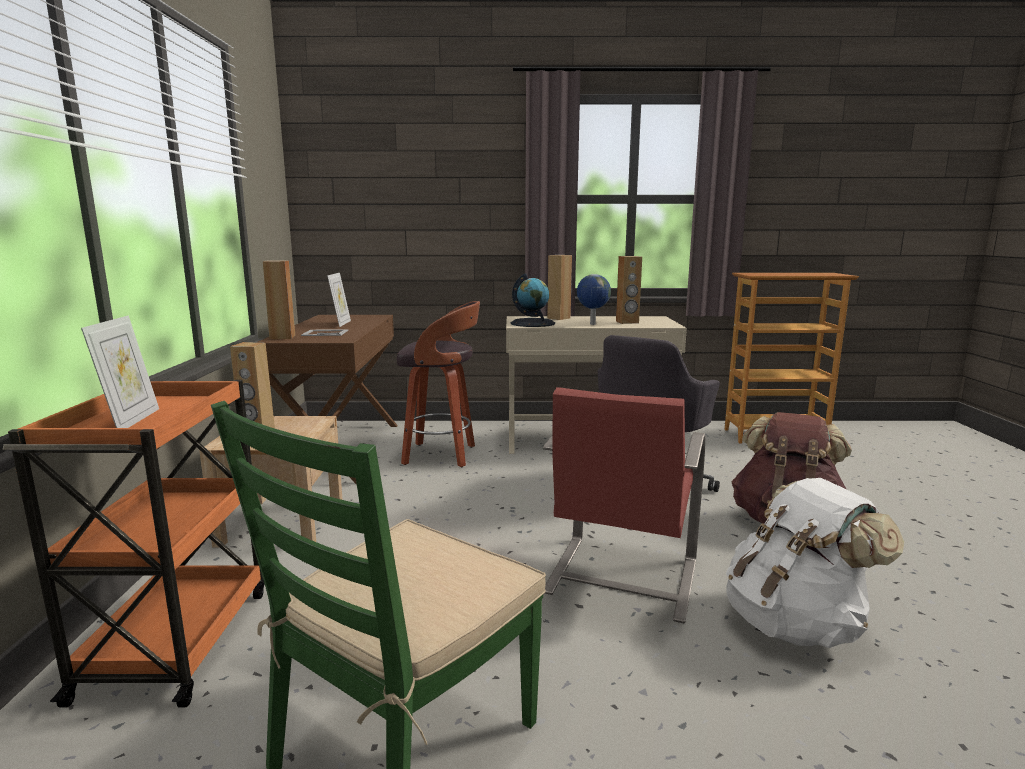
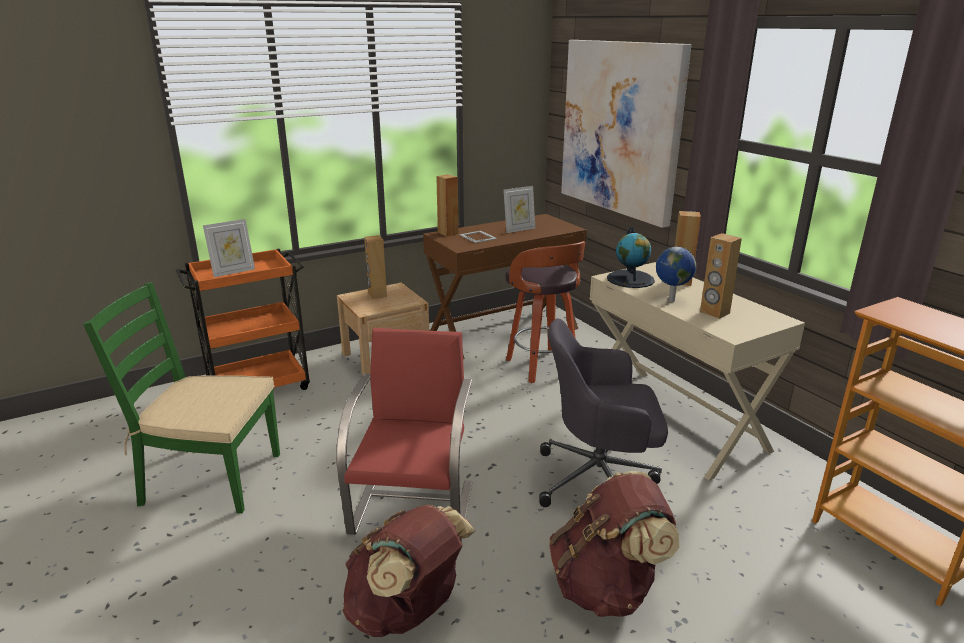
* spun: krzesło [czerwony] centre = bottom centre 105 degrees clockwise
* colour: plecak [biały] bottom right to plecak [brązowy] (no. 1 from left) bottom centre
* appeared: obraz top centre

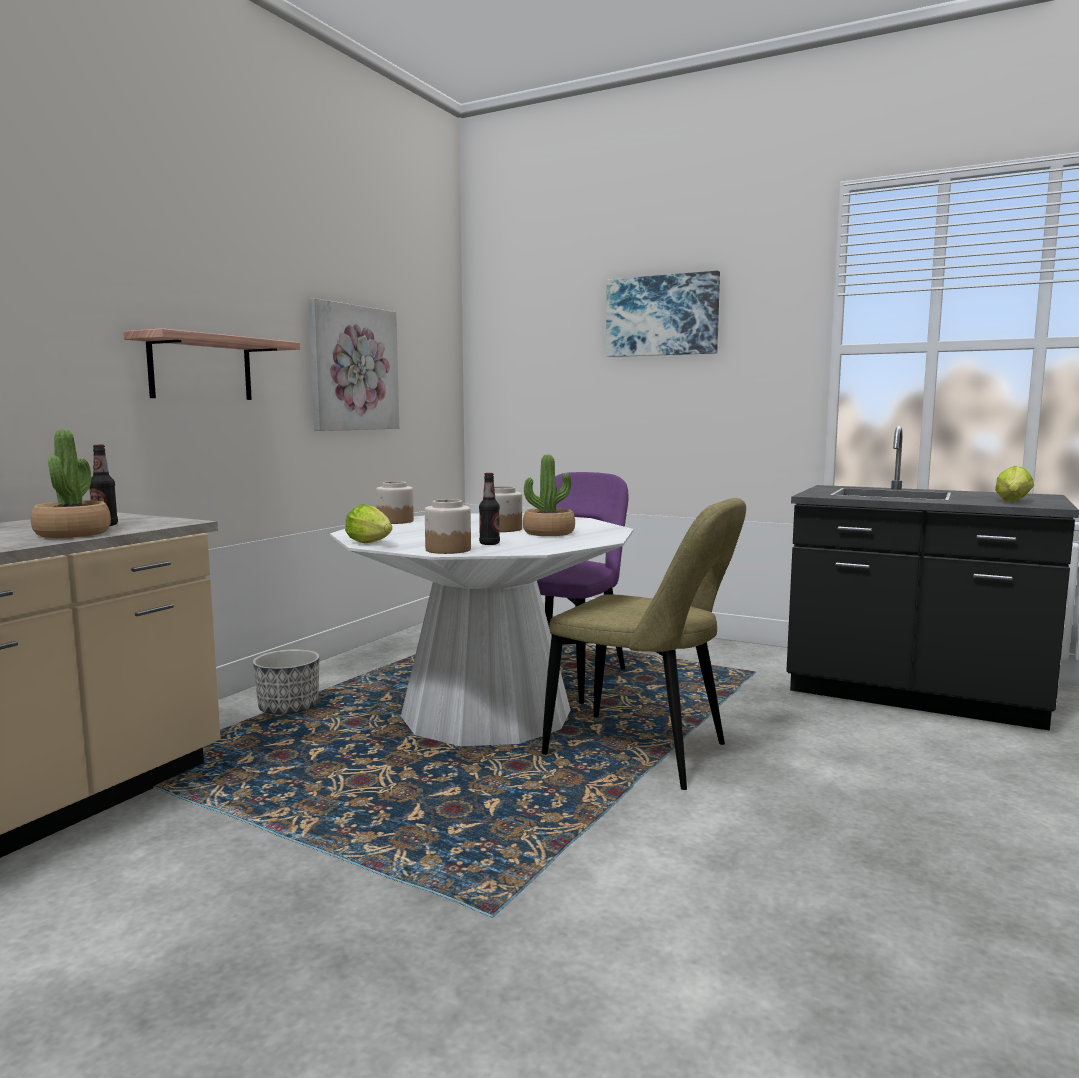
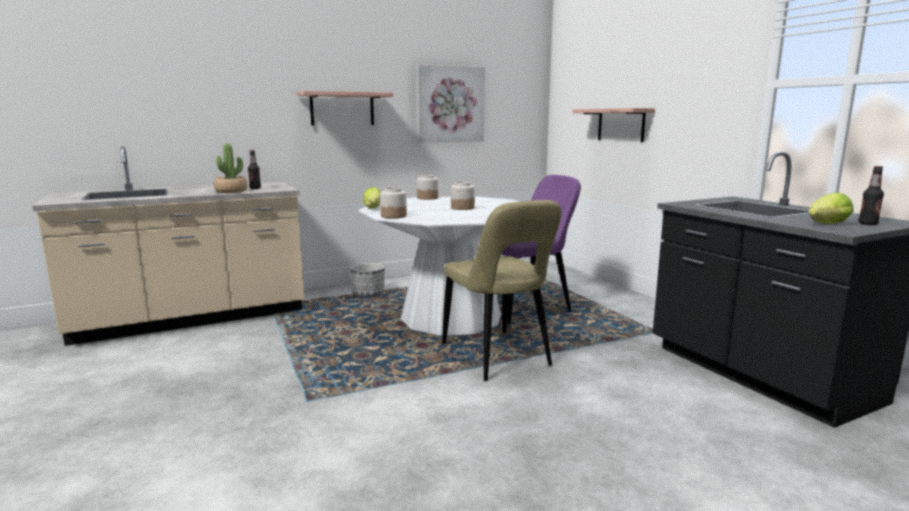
* appeared: półka (no. 2 from left) top right
* relocated: butelka (no. 2 from left) centre to middle right
* missing: roślina doniczkowa (no. 2 from left) centre
* missing: obraz (no. 2 from left) top centre

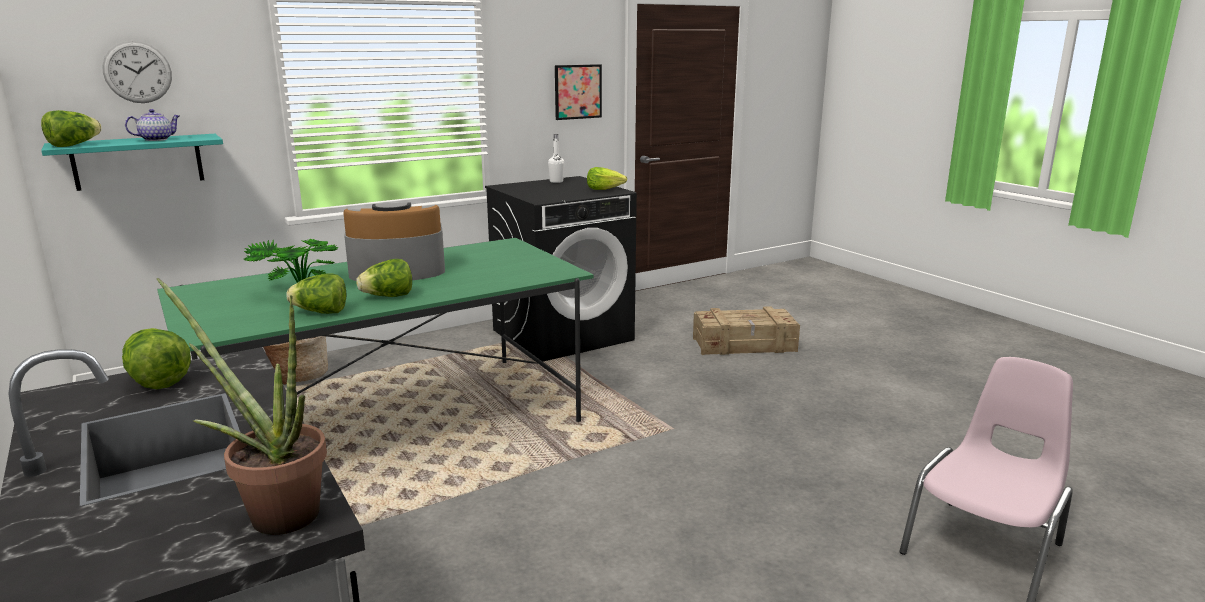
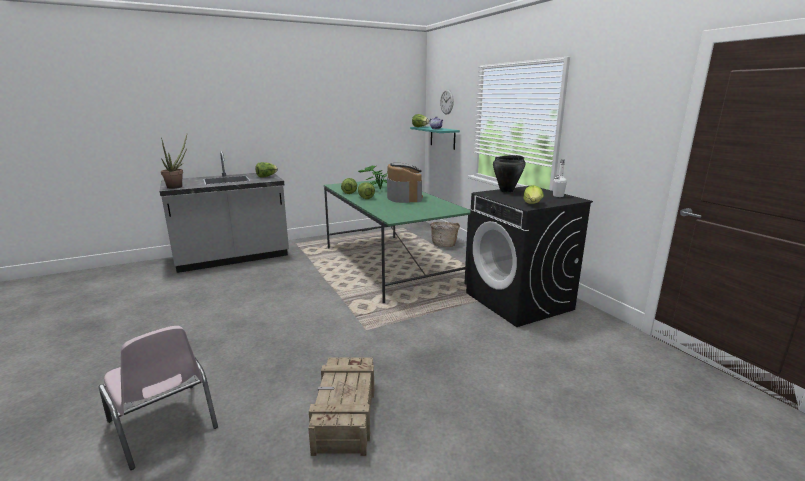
* relocated: skrzynka centre to bottom centre
* appeared: garnek [czarny] centre
* missing: obraz top centre

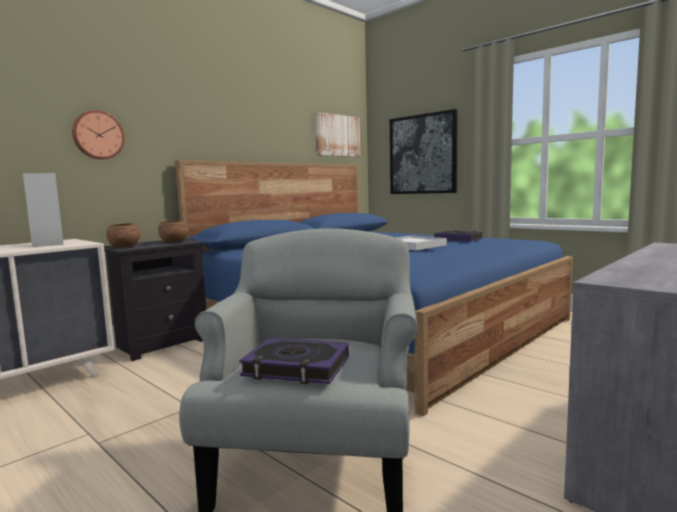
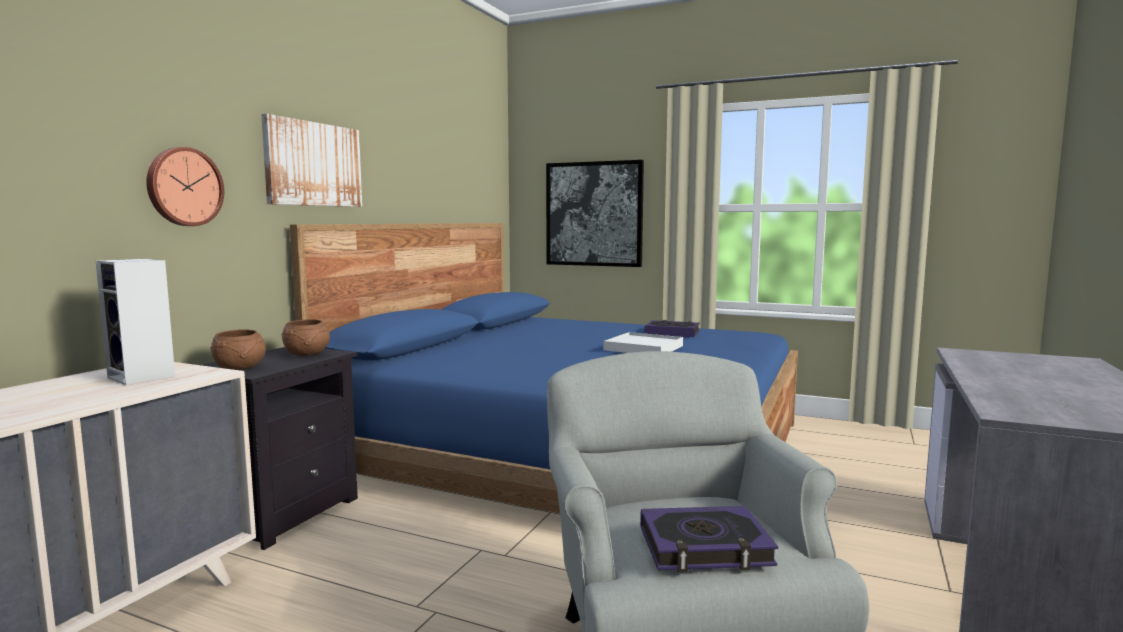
* relocated: obraz (no. 1 from left) top centre to top left

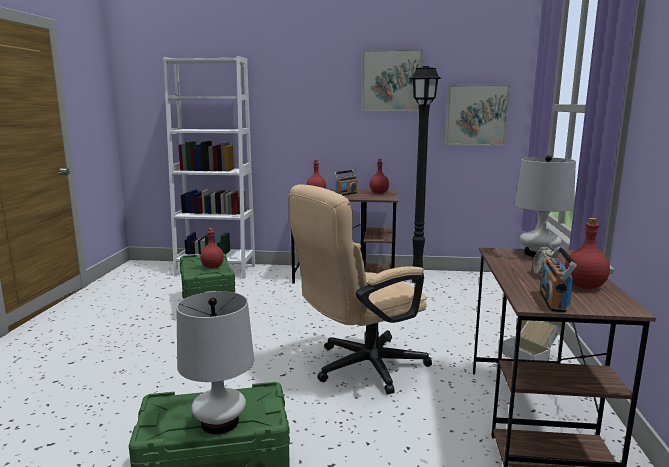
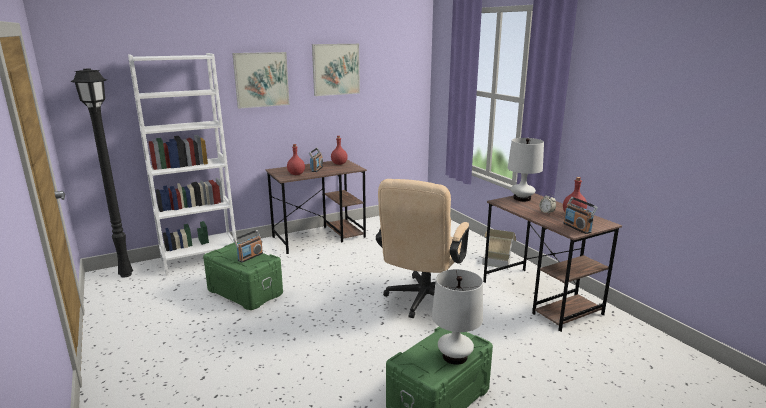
* relocated: lampa stojąca [czarny] centre to middle left
* relocated: obraz (no. 2 from left in the first image) top right to obraz (no. 1 from left) top centre
* exchanged: butelka [czerwony] (no. 1 from left) middle left to radio (no. 1 from left) middle left

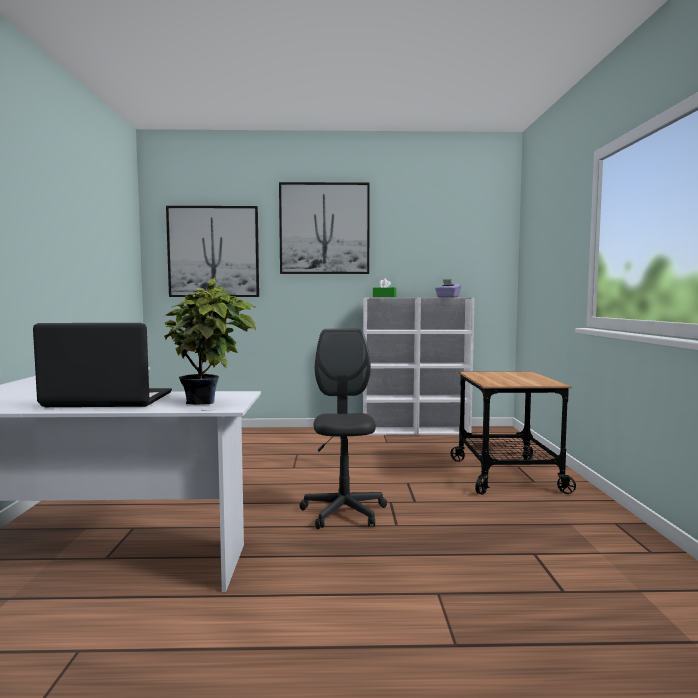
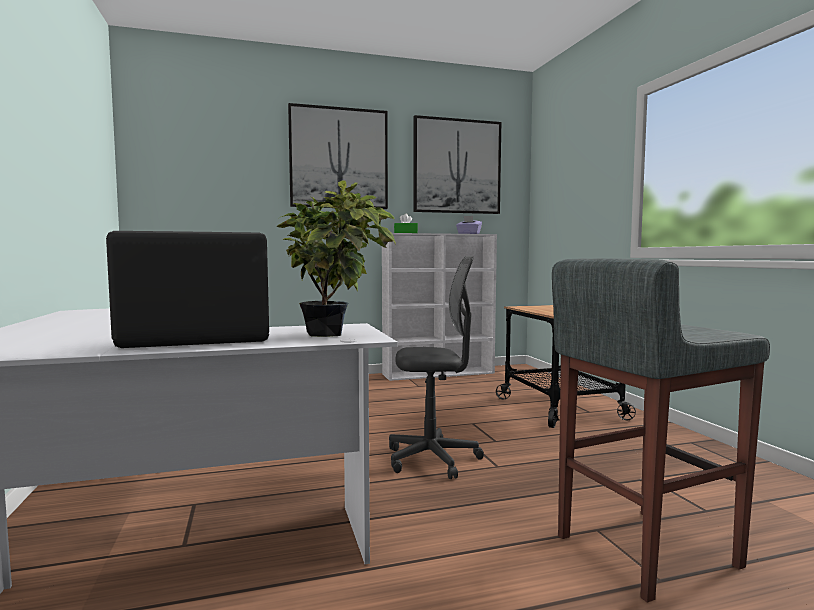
* spun: krzesło biurowe [szary] centre = centre 105 degrees clockwise
* relocated: obraz (no. 1 from left in the first image) middle left to obraz (no. 2 from left) top centre
* appeared: stołek [szary] bottom right

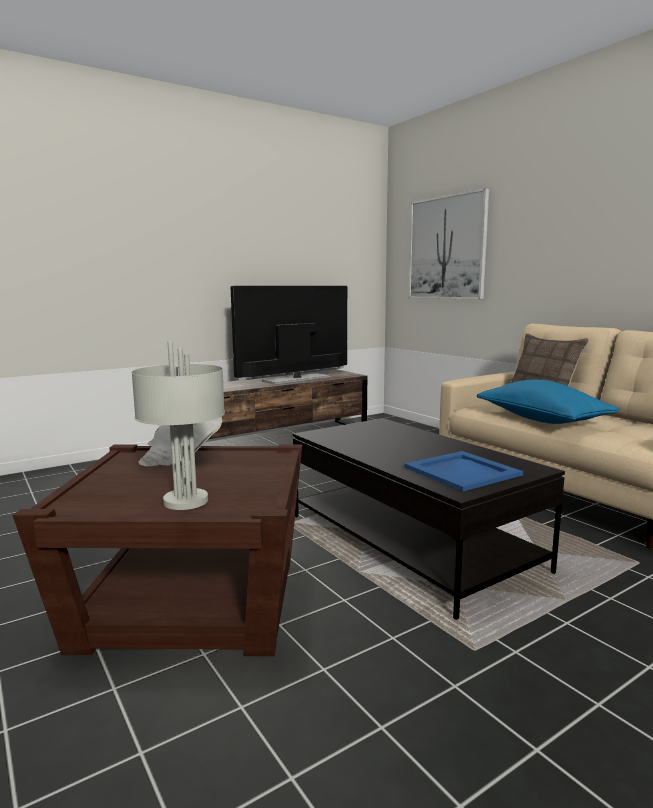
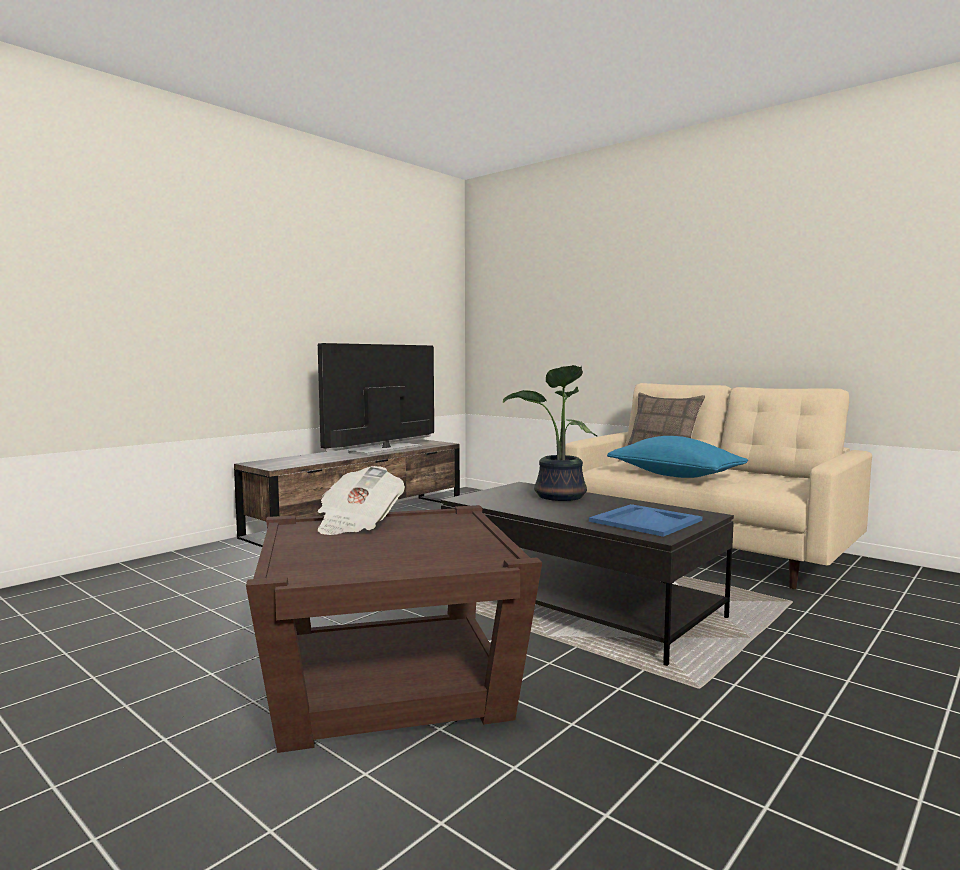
* appeared: roślina doniczkowa centre
* missing: lampa stołowa [szary] middle left
* missing: obraz top right

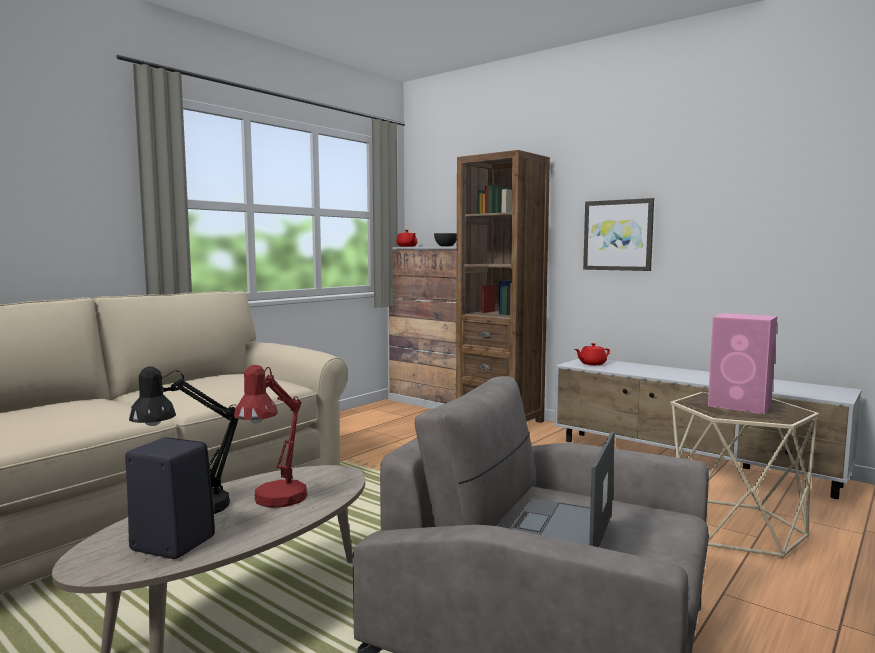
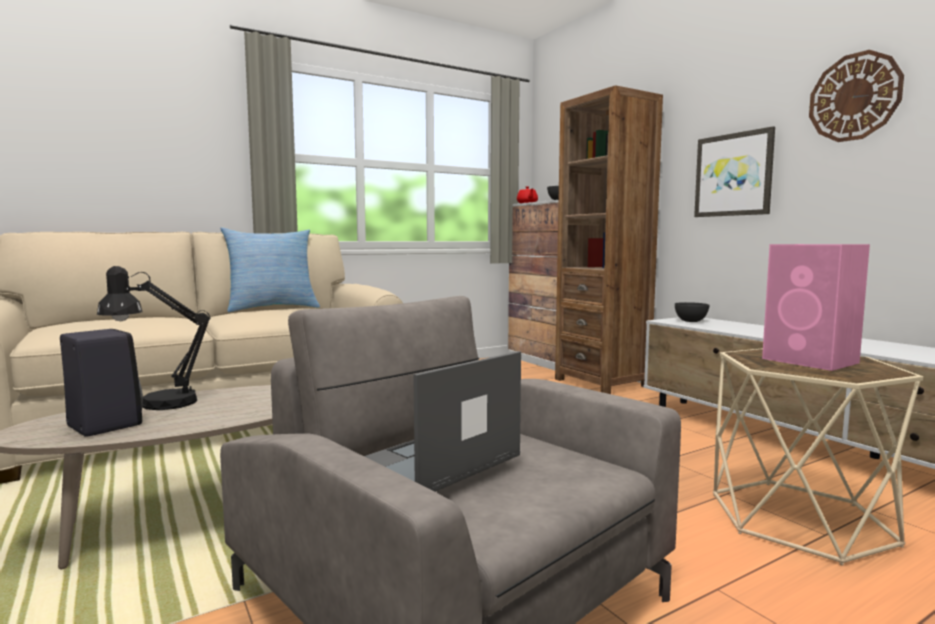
* appeared: poduszka middle left
* exchanged: imbryk [czerwony] (no. 2 from left) middle right to miska [szary] (no. 2 from left) middle right
* appeared: zegar ścienny top right
* missing: lampa stołowa [czerwony] bottom left

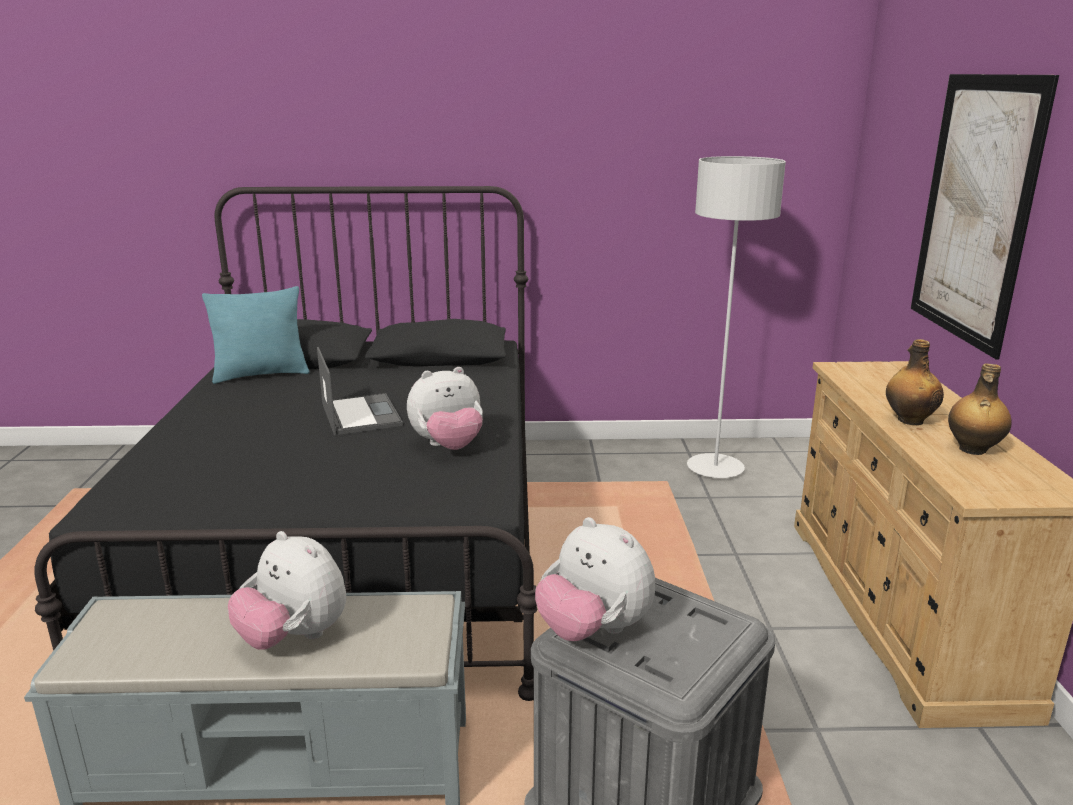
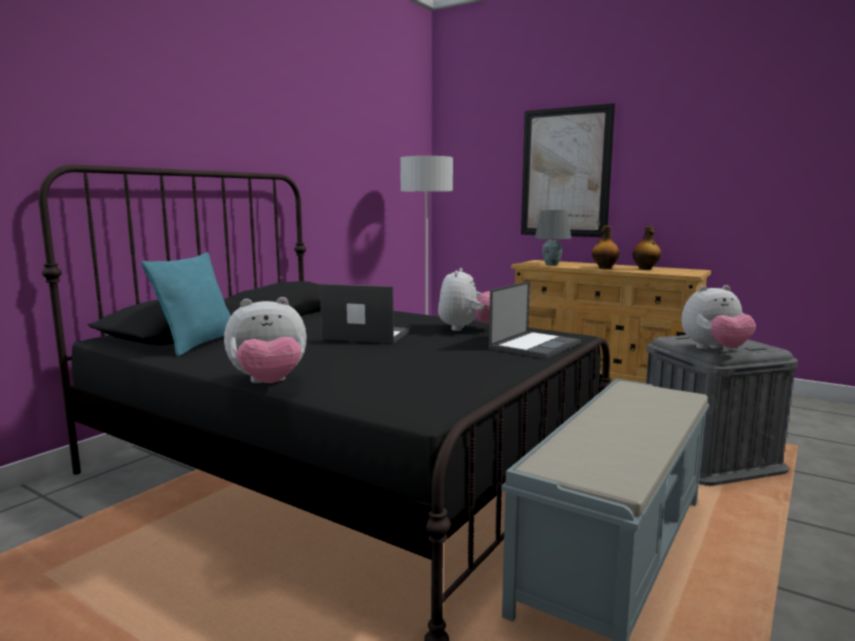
* relocated: pluszak (no. 1 from left) bottom left to middle left
* appeared: laptop (no. 2 from left) centre
* appeared: lampa stołowa [szary] centre

